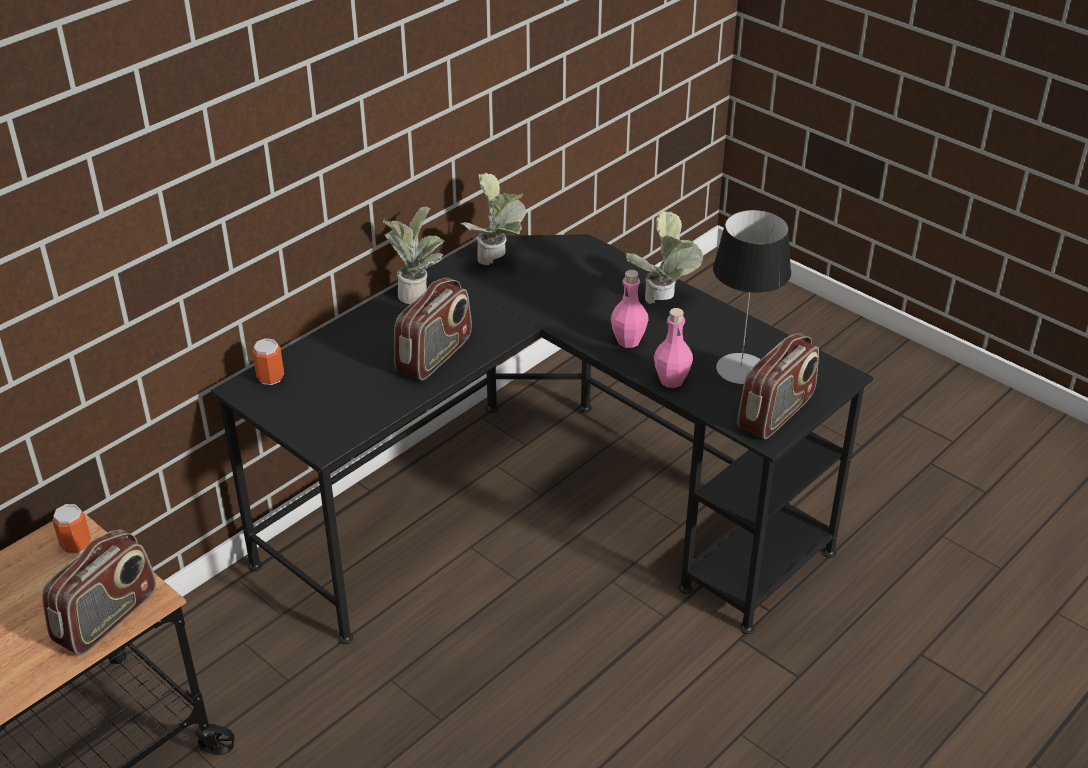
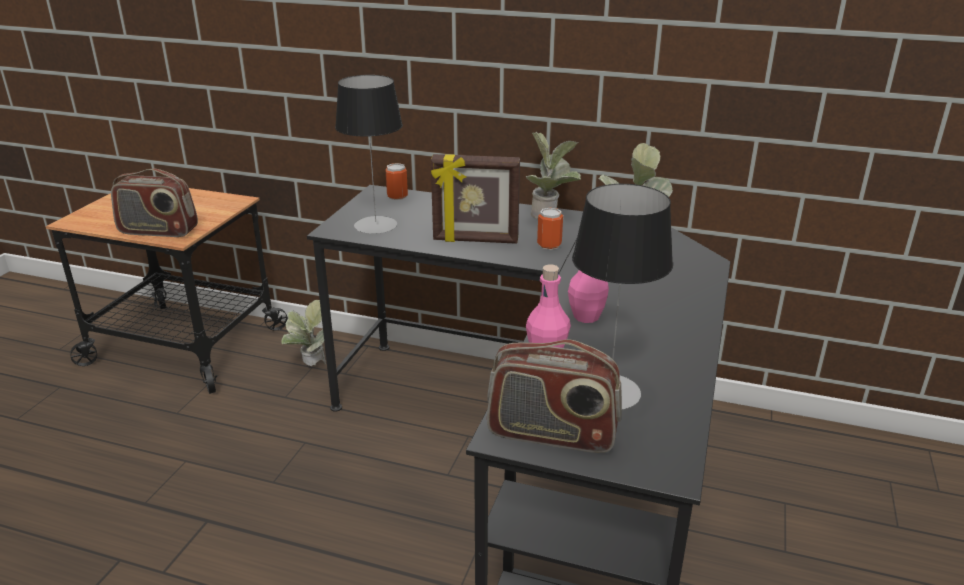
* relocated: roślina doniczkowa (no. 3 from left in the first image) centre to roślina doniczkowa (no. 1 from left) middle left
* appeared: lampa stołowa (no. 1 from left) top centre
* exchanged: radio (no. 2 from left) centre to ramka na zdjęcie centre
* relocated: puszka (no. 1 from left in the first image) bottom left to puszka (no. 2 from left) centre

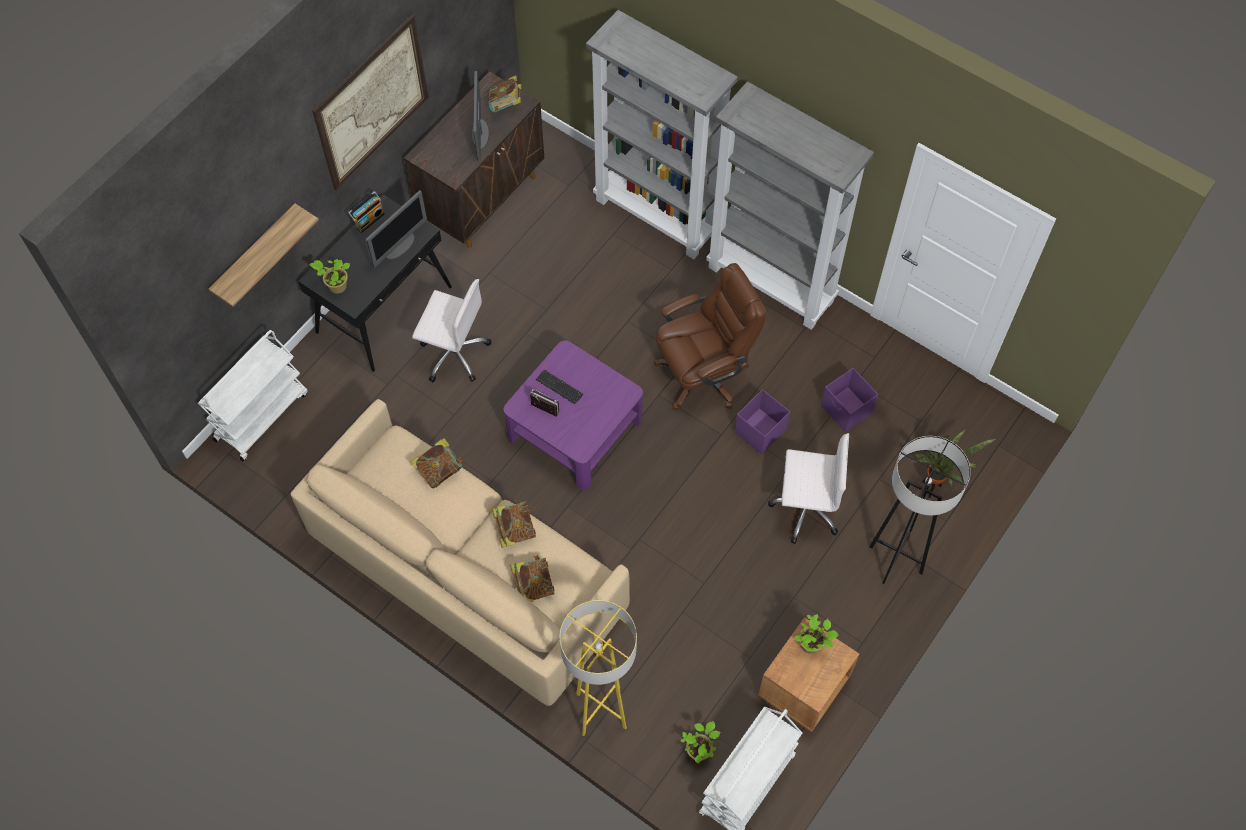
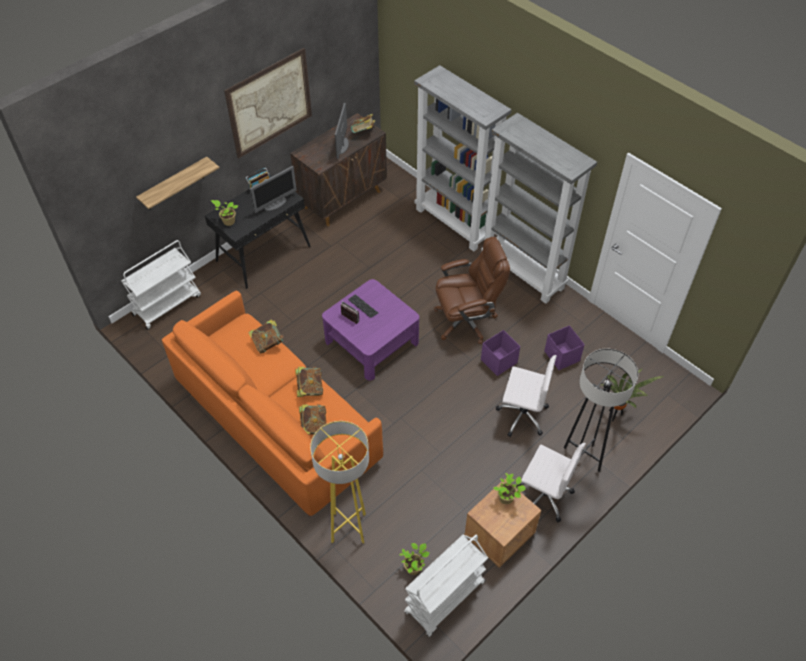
* colour: kanapa [beżowy] centre to kanapa [pomarańczowy] centre
* relocated: krzesło biurowe [biały] (no. 1 from left in the first image) centre to krzesło biurowe [biały] (no. 2 from left) bottom right

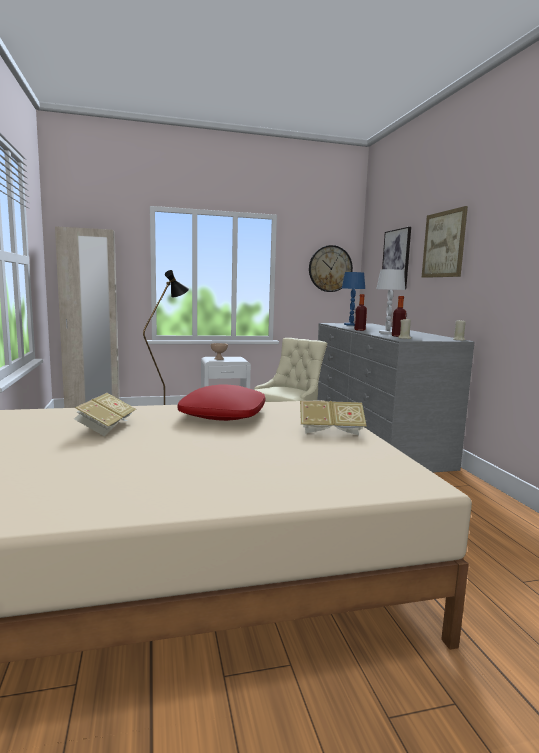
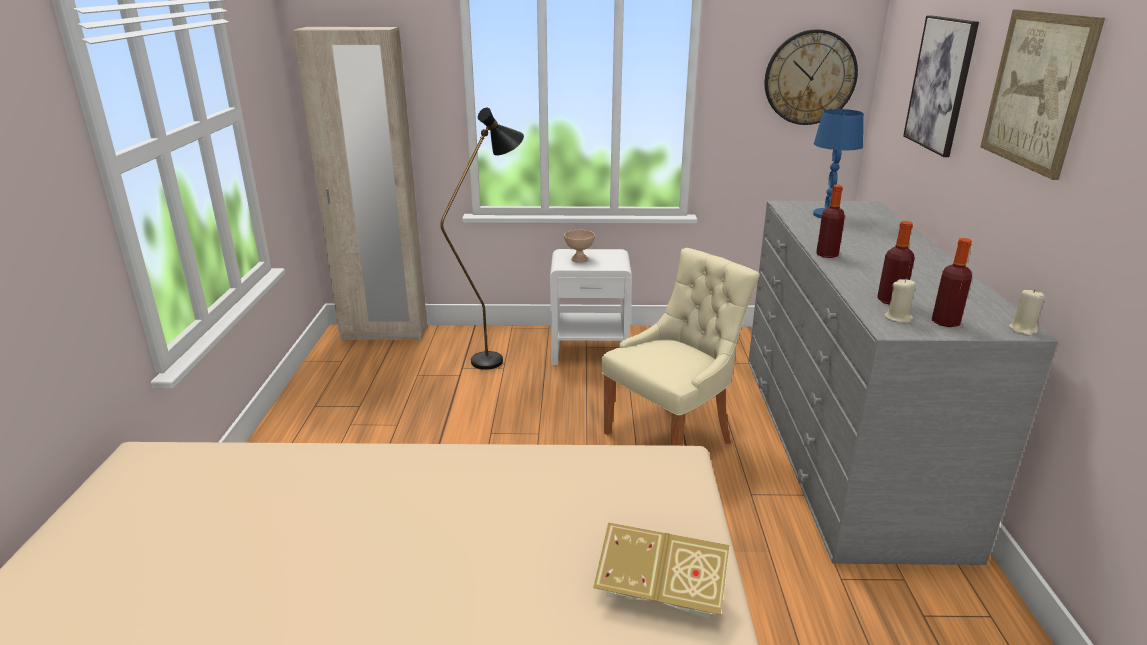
* appeared: butelka (no. 3 from left) middle right
* missing: książka (no. 1 from left) middle left
* missing: poduszka [czerwony] centre
* missing: lampa stołowa [biały] middle right

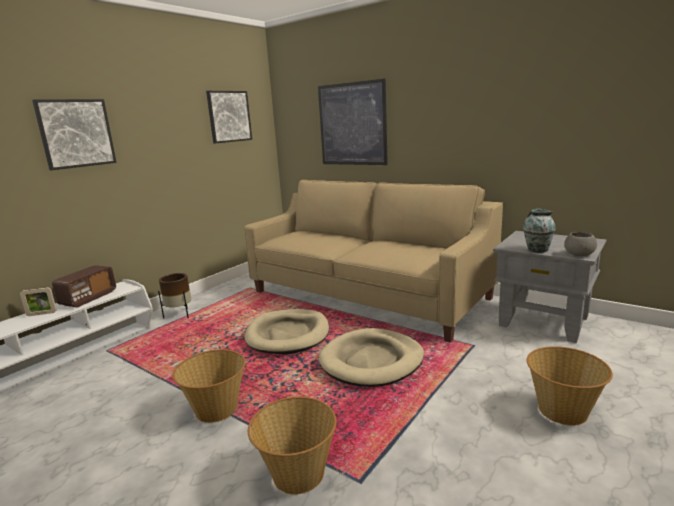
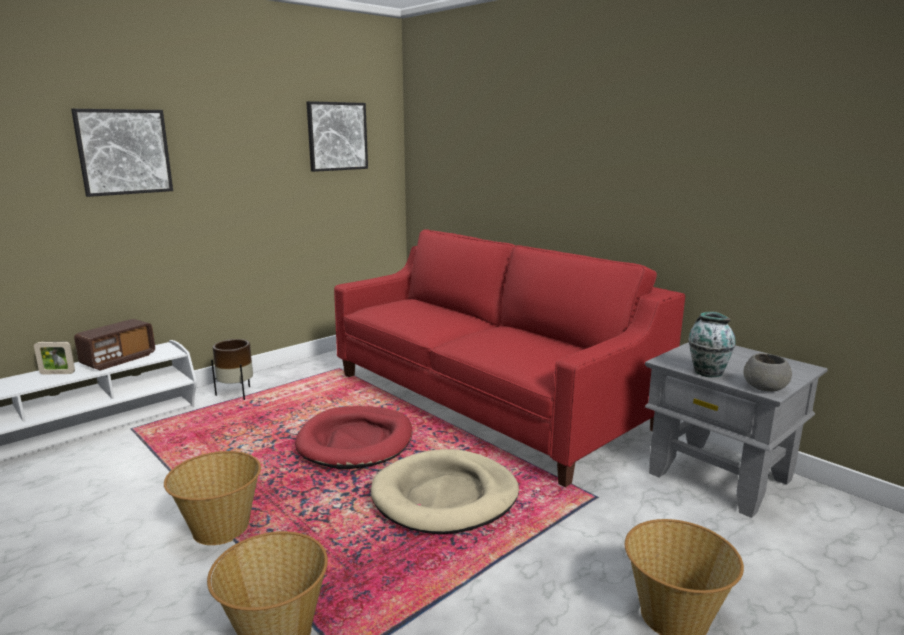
* colour: legowisko [beżowy] (no. 1 from left) centre to legowisko [czerwony] bottom centre
* colour: kanapa [beżowy] centre to kanapa [czerwony] centre
* missing: obraz (no. 3 from left) top centre

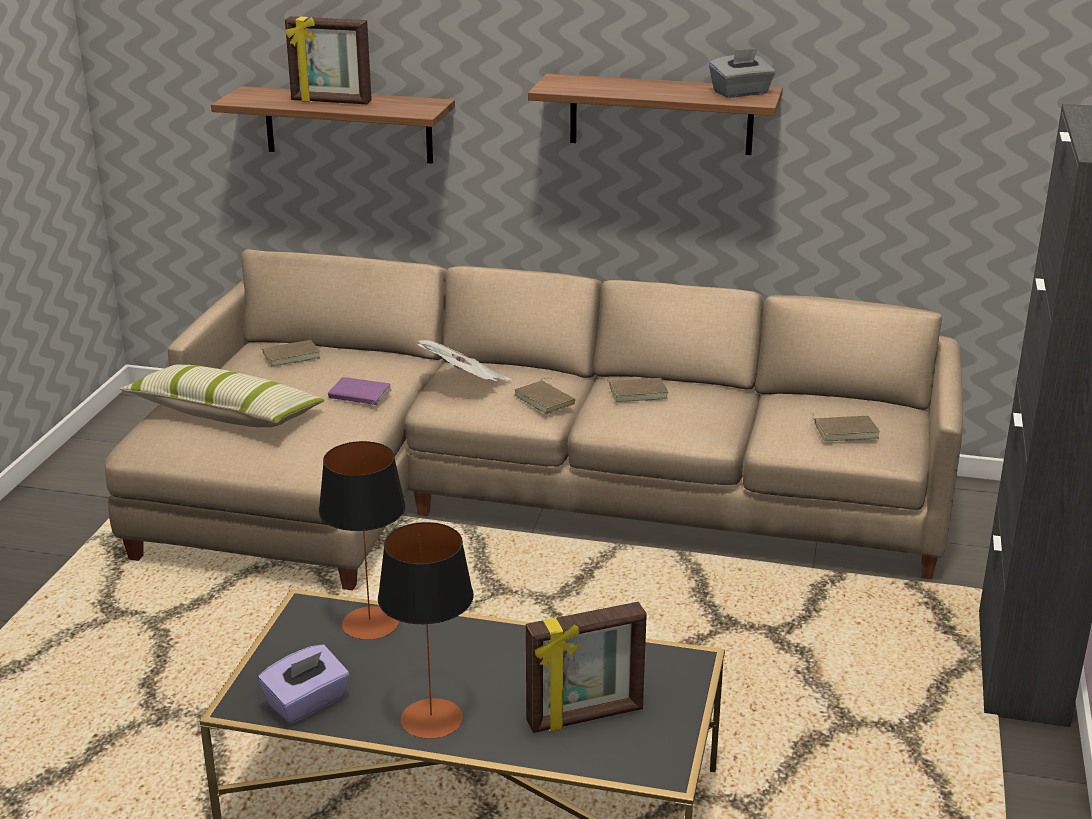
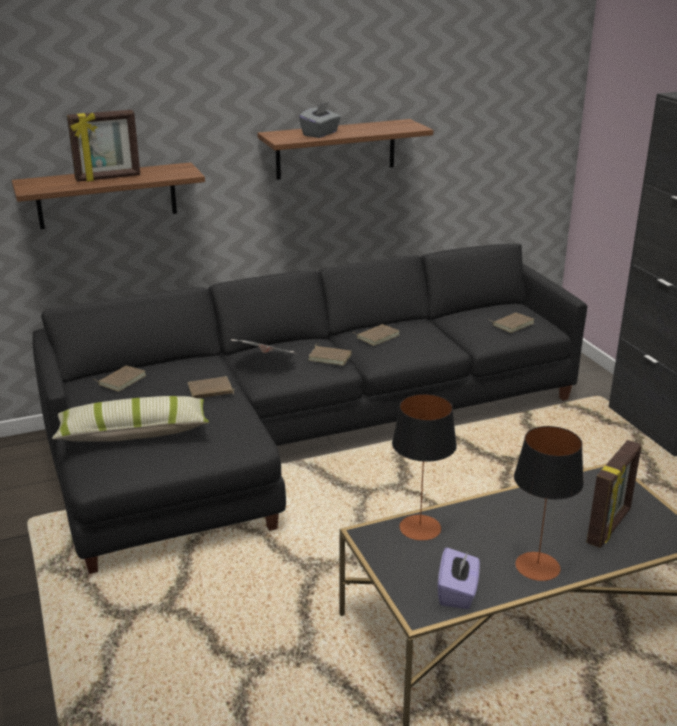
* colour: kanapa [beżowy] centre to kanapa [czarny] centre
* colour: książka [fioletowy] middle left to książka [brązowy] (no. 2 from left) middle left
* relocated: pudełko chusteczek [szary] top right to top centre

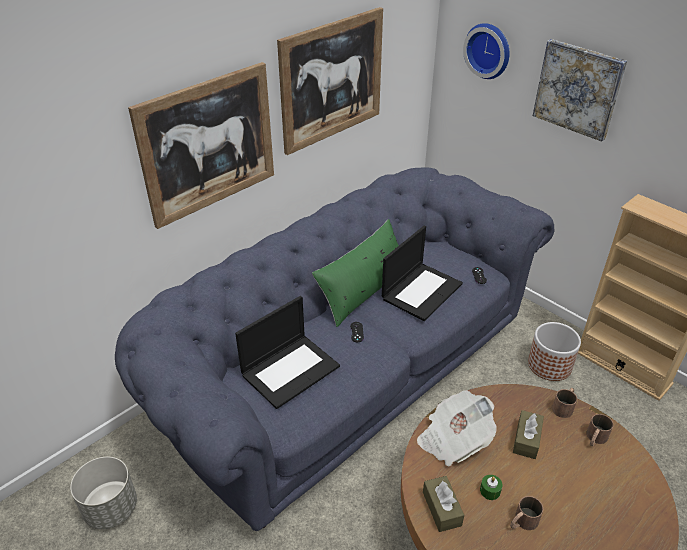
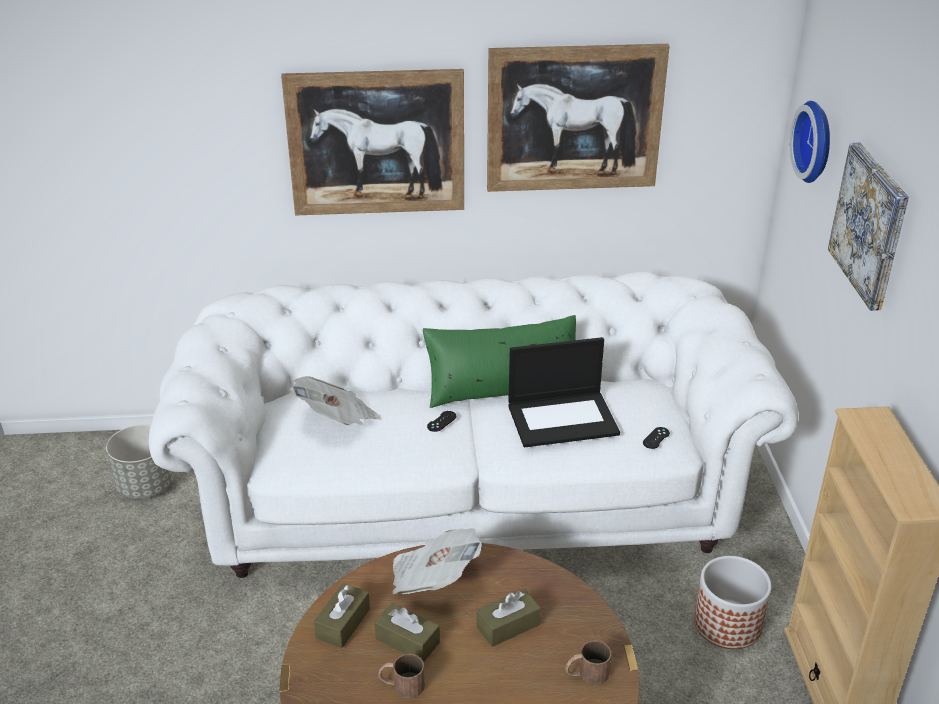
* colour: kanapa [niebieski] centre to kanapa [biały] centre
* exchanged: laptop (no. 1 from left) centre to gazeta (no. 1 from left) centre
* exchanged: świeca [zielony] bottom right to pudełko chusteczek [brązowy] (no. 2 from left) bottom centre
* missing: kubek [brązowy] (no. 2 from left) bottom right

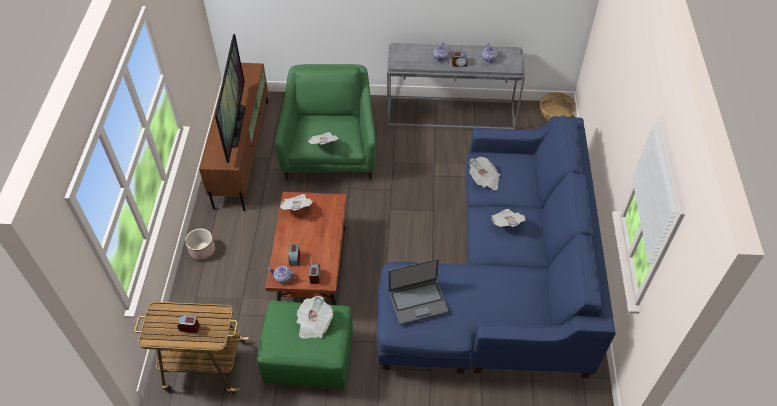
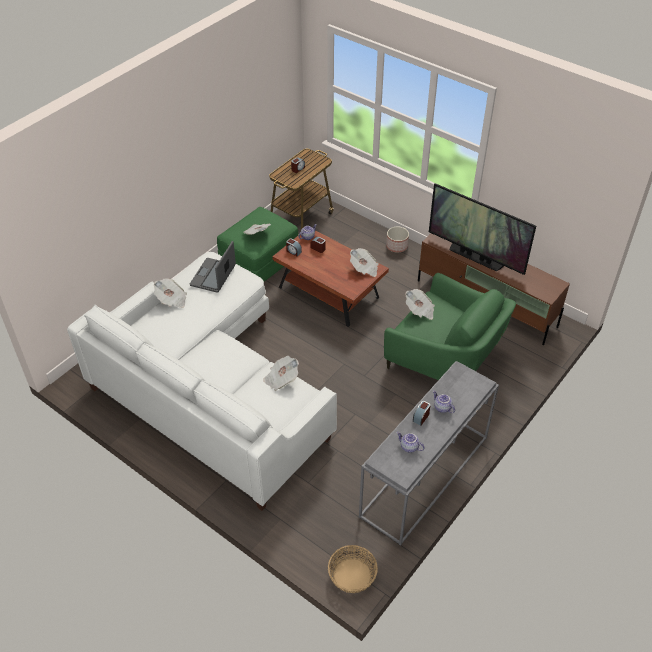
* colour: kanapa [niebieski] centre to kanapa [biały] middle left
* relocated: gazeta (no. 5 from left in the first image) centre to gazeta (no. 1 from left) middle left

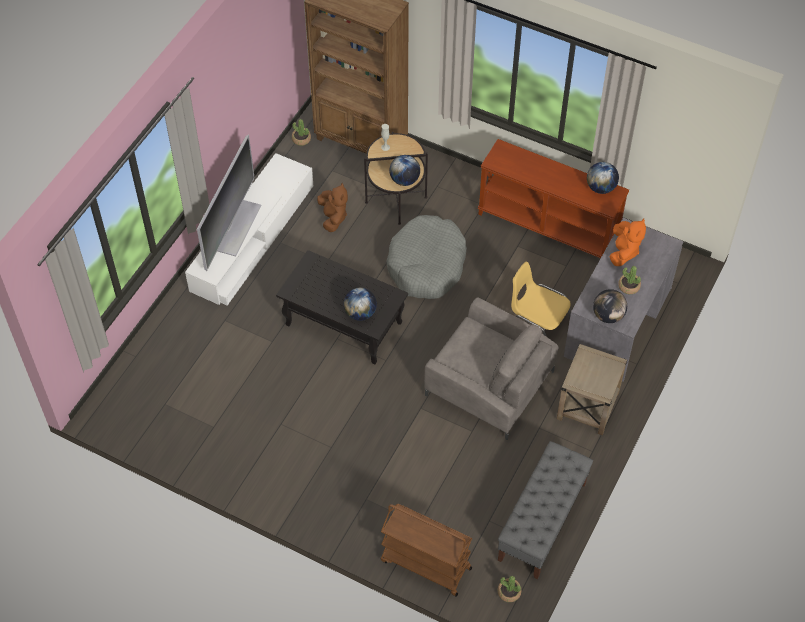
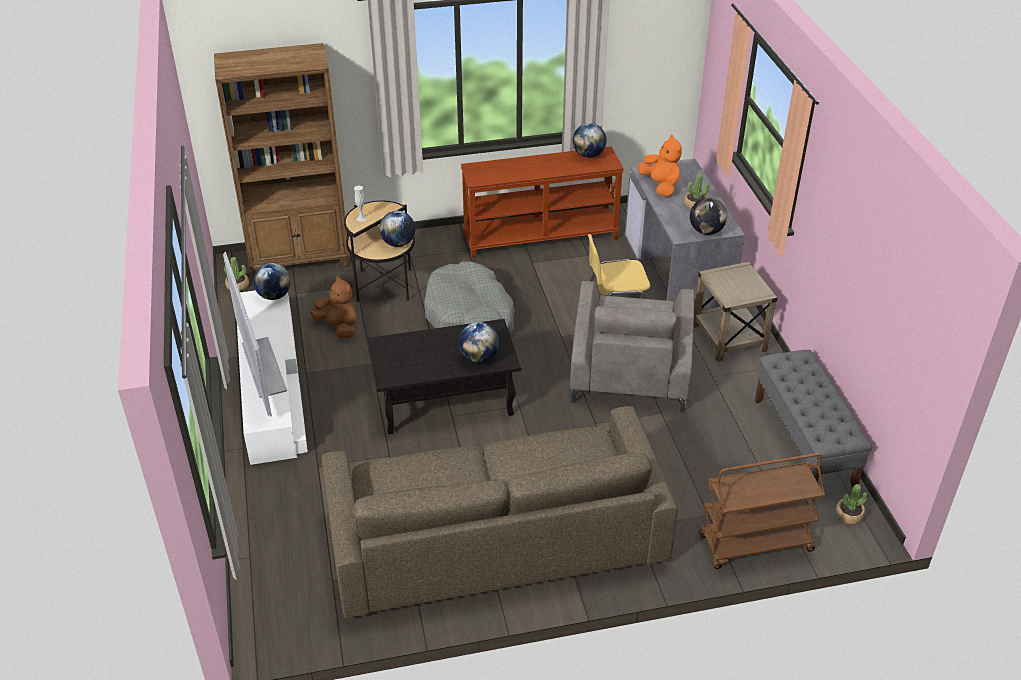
* appeared: globus (no. 1 from left) middle left
* appeared: kanapa [brązowy] bottom centre
* spun: fotel [szary] centre = centre 105 degrees clockwise

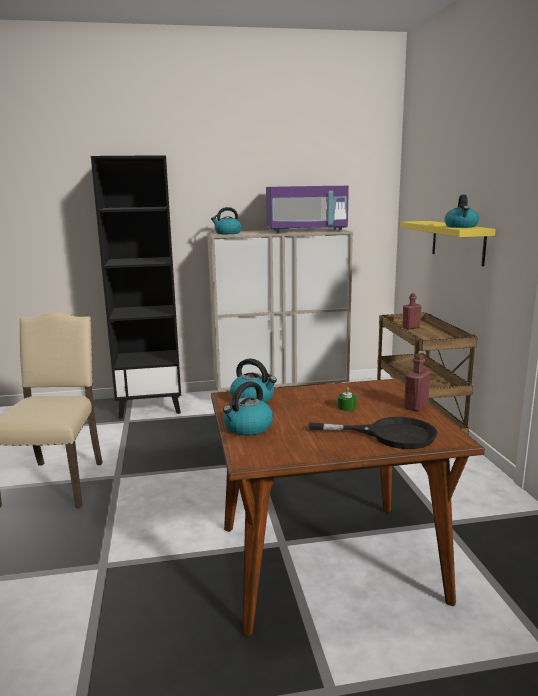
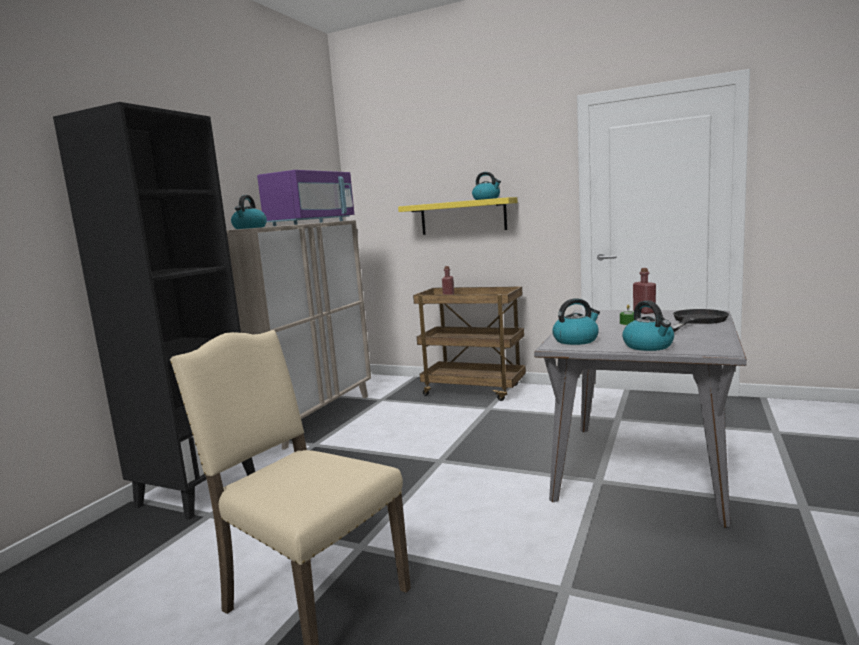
* colour: stół jadalny [brązowy] bottom centre to stół jadalny [szary] middle right

